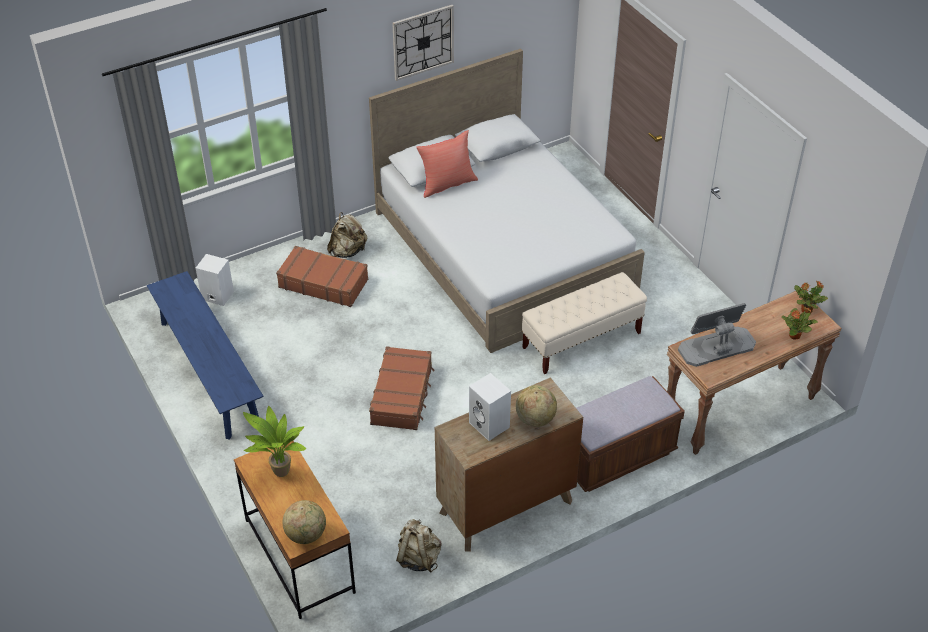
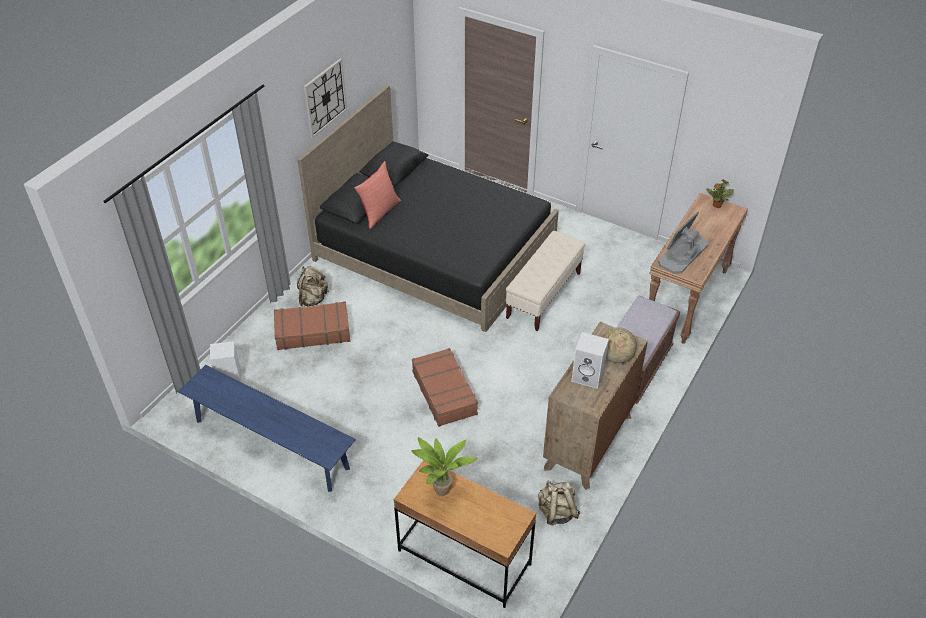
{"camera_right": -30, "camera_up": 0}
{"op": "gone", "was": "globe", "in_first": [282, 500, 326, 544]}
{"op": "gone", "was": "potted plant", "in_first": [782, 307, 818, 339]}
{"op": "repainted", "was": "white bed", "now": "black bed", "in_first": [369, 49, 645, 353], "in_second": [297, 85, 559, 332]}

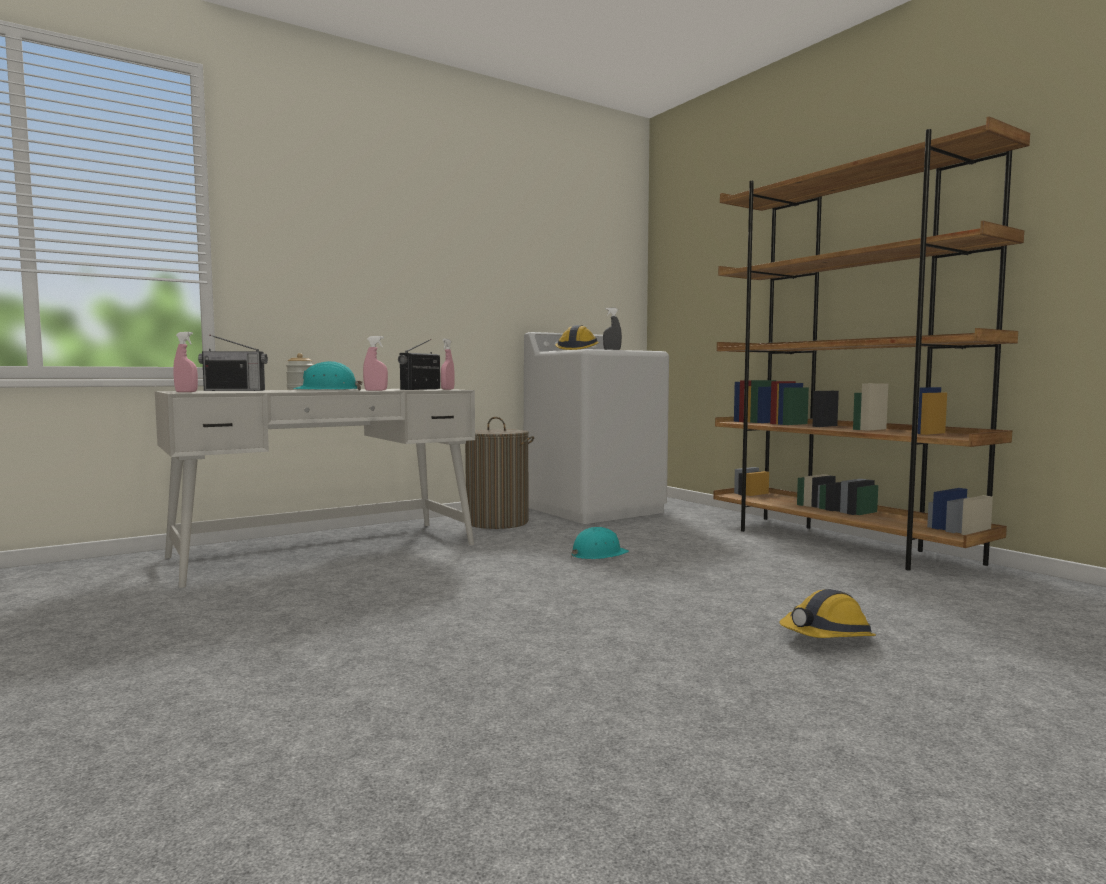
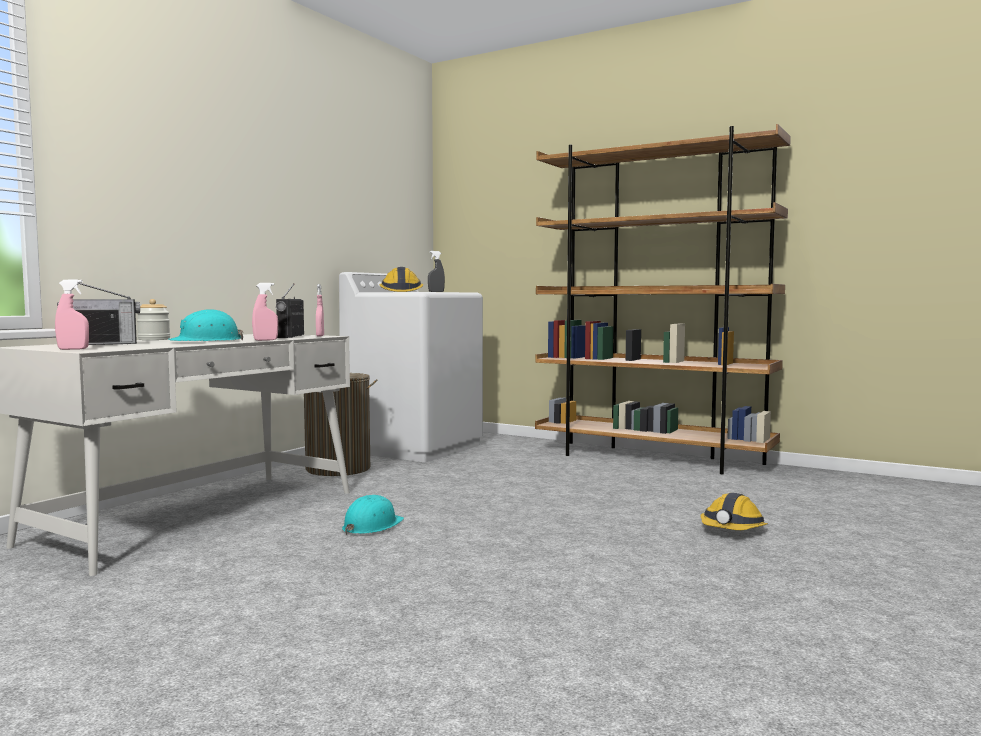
{"camera_right": -25, "camera_up": 0}
{"op": "shifted", "was": "turquoise hard hat", "in_first": [571, 527, 629, 559], "in_second": [342, 495, 404, 535]}

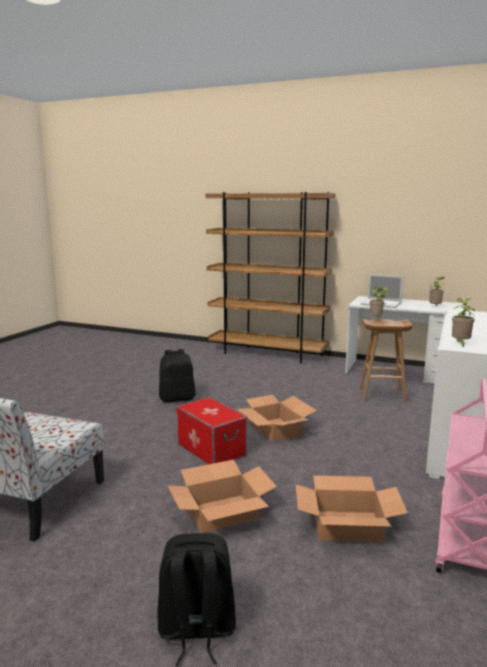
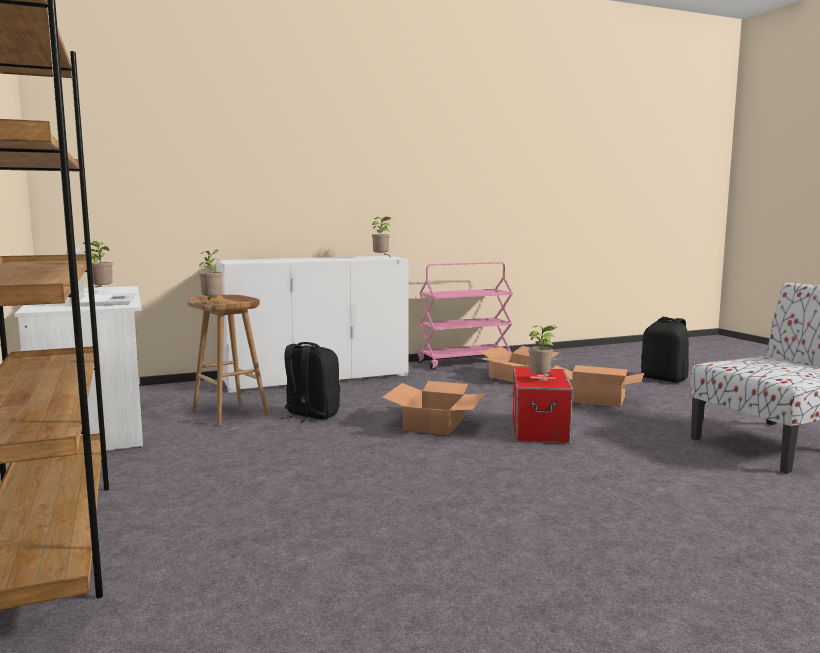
{"camera_right": -135, "camera_up": -5}
{"op": "new", "now": "potted plant", "in_second": [529, 325, 557, 377]}
{"op": "shifted", "was": "black backpack", "in_first": [159, 349, 196, 402], "in_second": [281, 342, 340, 423]}

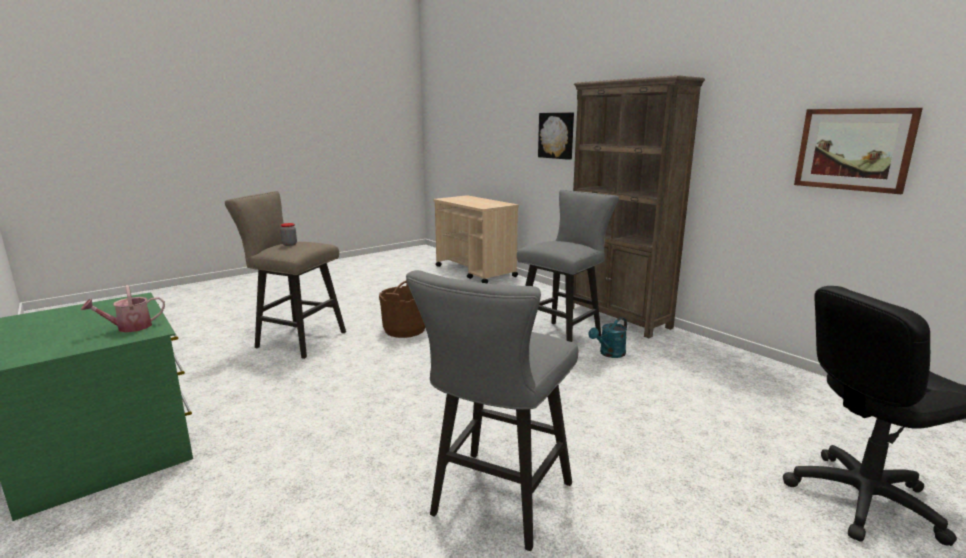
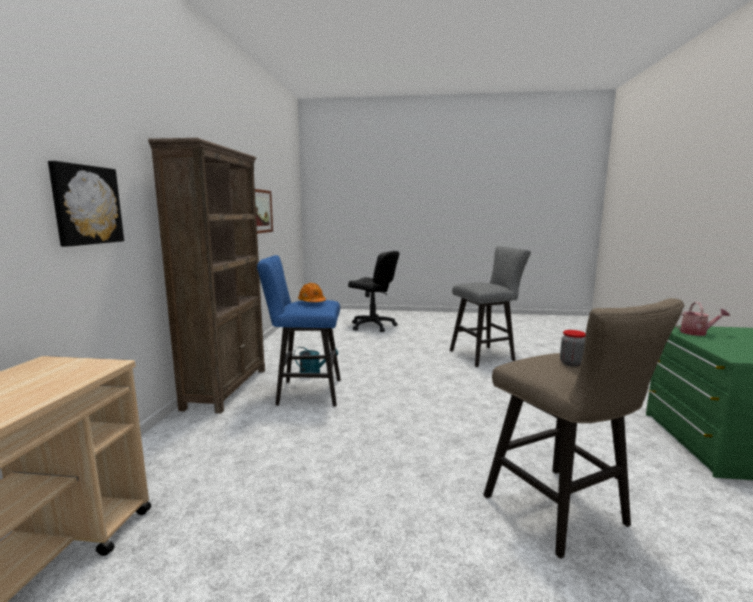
{"camera_right": -135, "camera_up": -5}
{"op": "gone", "was": "brown bucket", "in_first": [379, 281, 425, 338]}
{"op": "new", "now": "orange hard hat", "in_second": [298, 283, 326, 302]}
{"op": "repainted", "was": "grey stool", "now": "blue stool", "in_first": [517, 190, 619, 342], "in_second": [257, 255, 341, 407]}

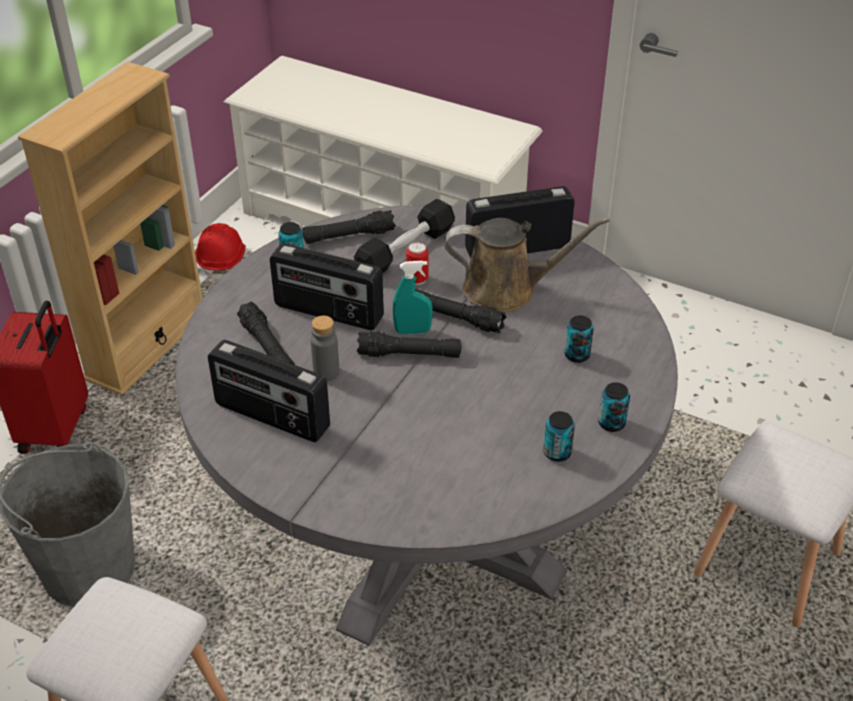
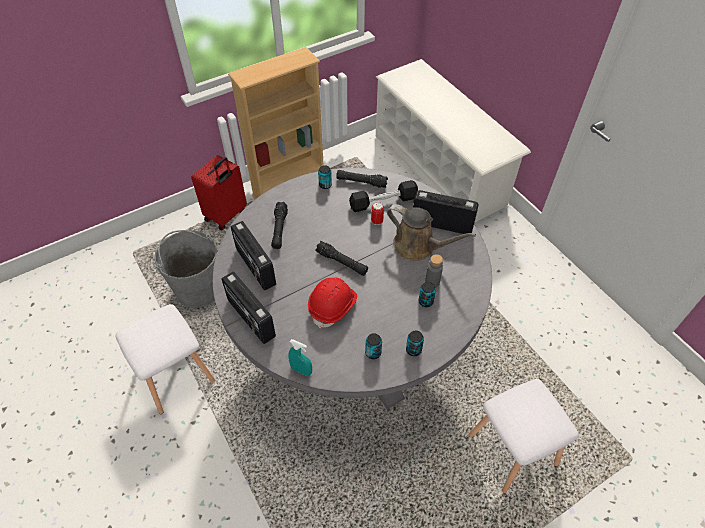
{"camera_right": 30, "camera_up": 10}
{"op": "gone", "was": "black flashlight", "in_first": [415, 289, 507, 333]}
{"op": "shifted", "was": "red hard hat", "in_first": [195, 223, 246, 280], "in_second": [308, 278, 357, 329]}
{"op": "shifted", "was": "radio", "in_first": [270, 243, 384, 330], "in_second": [221, 271, 276, 344]}
{"op": "shifted", "was": "grey bottle", "in_first": [311, 315, 340, 382], "in_second": [425, 254, 443, 288]}
{"op": "shifted", "was": "turquoise spray bottle", "in_first": [393, 261, 433, 334], "in_second": [288, 339, 312, 376]}

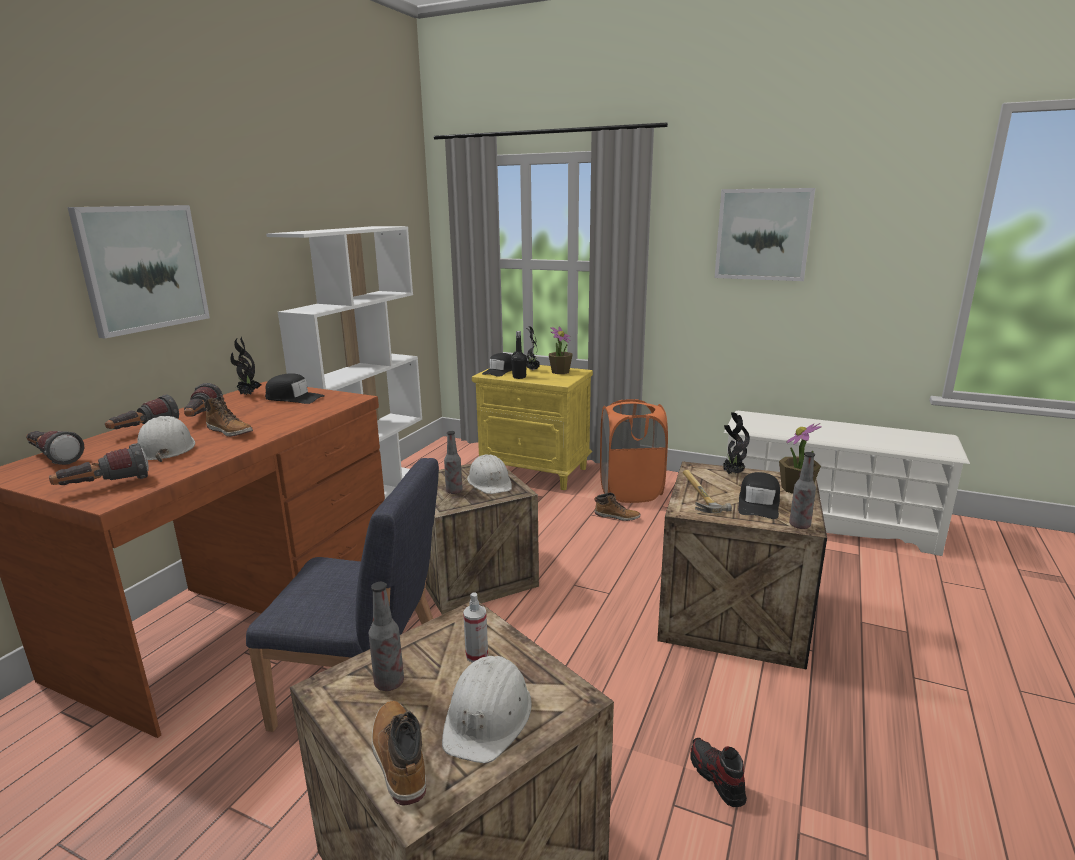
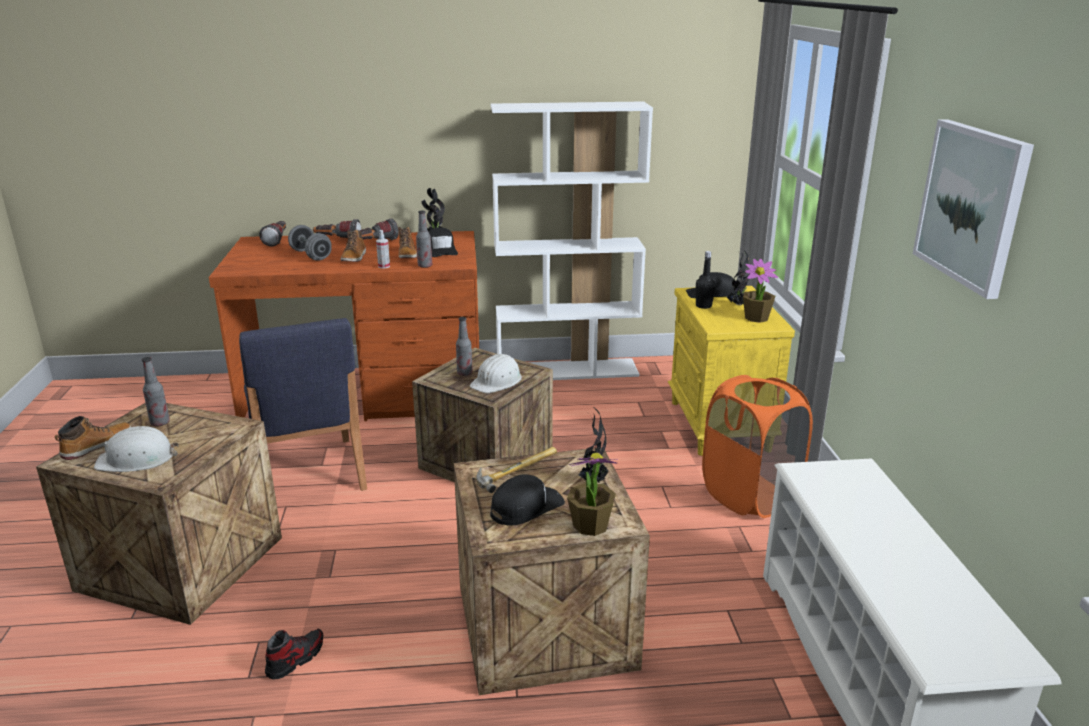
{"camera_right": 60, "camera_up": 5}
{"op": "gone", "was": "flashlight", "in_first": [49, 443, 149, 485]}
{"op": "gone", "was": "picture", "in_first": [68, 205, 210, 338]}
{"op": "shifted", "was": "spray bottle", "in_first": [463, 592, 488, 663], "in_second": [376, 230, 390, 269]}
{"op": "shifted", "was": "boot", "in_first": [595, 493, 641, 521], "in_second": [398, 227, 417, 258]}
{"op": "shifted", "was": "bottle", "in_first": [789, 452, 816, 529], "in_second": [416, 210, 432, 268]}
{"op": "swapped", "was": "white hard hat", "now": "grey dumbbell", "in_first": [137, 416, 195, 462], "in_second": [288, 225, 332, 261]}
{"op": "rotated", "was": "black cap", "in_first": [738, 472, 780, 519], "in_second": [490, 474, 565, 526], "clockwise": 150}

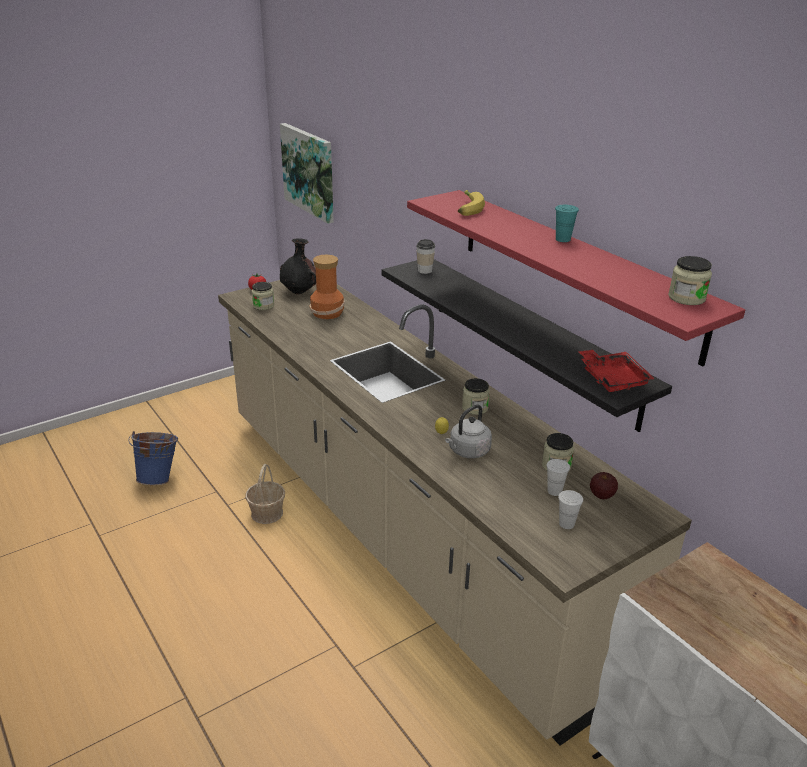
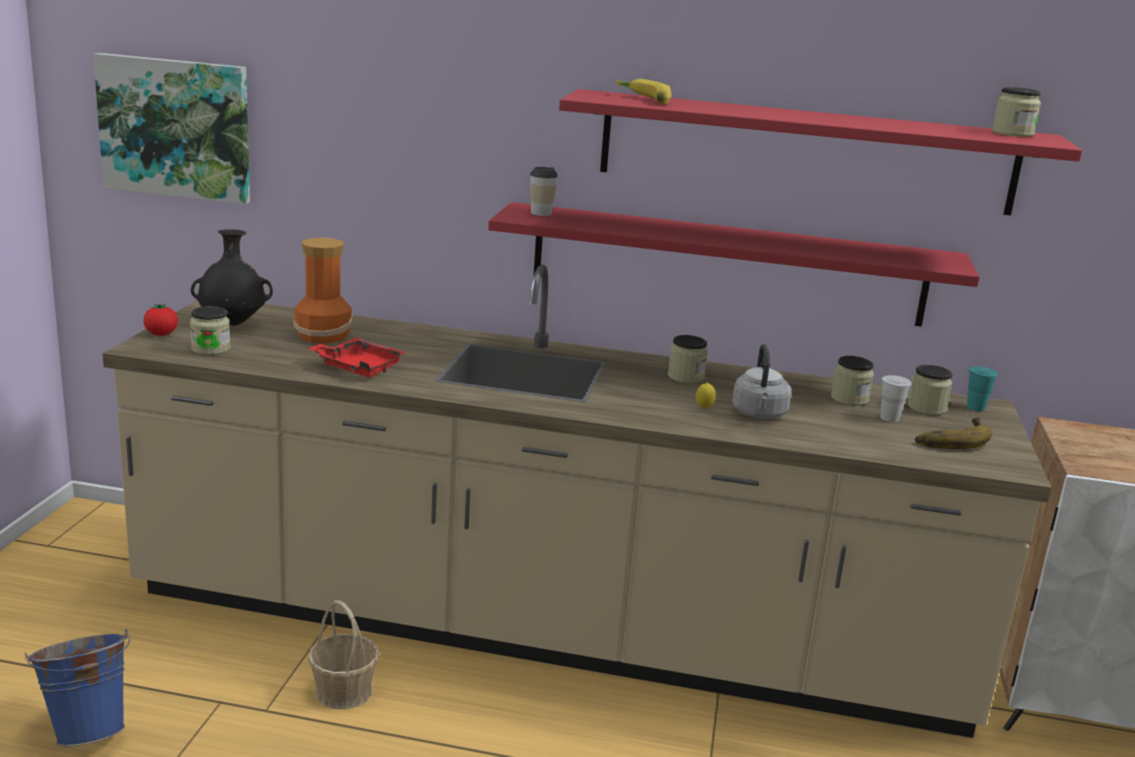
{"camera_right": -45, "camera_up": -10}
{"op": "shifted", "was": "turquoise cup", "in_first": [555, 205, 579, 242], "in_second": [967, 366, 998, 411]}
{"op": "shifted", "was": "red tray", "in_first": [578, 350, 655, 392], "in_second": [307, 338, 406, 377]}
{"op": "swapped", "was": "white cup", "now": "banana", "in_first": [558, 490, 583, 529], "in_second": [915, 418, 992, 449]}
{"op": "swapped", "was": "apple", "now": "jar", "in_first": [590, 472, 618, 499], "in_second": [908, 365, 952, 415]}
{"op": "repainted", "was": "black shelf", "now": "red shelf", "in_first": [382, 259, 672, 432], "in_second": [488, 202, 980, 327]}

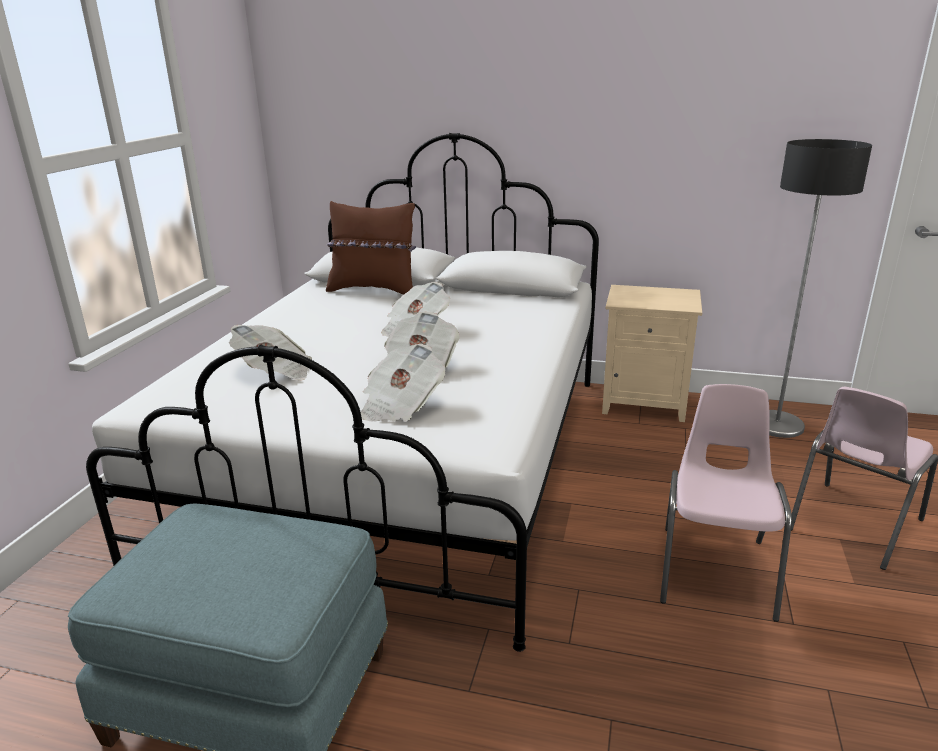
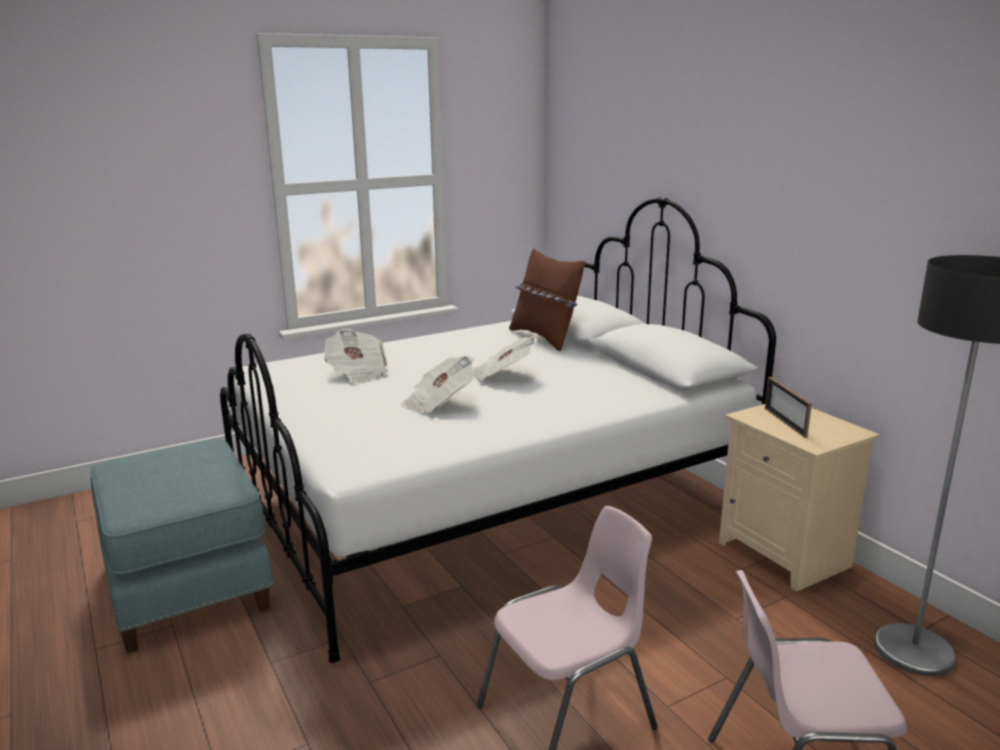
{"camera_right": 45, "camera_up": -5}
{"op": "gone", "was": "newspaper", "in_first": [361, 344, 445, 421]}
{"op": "new", "now": "picture frame", "in_second": [765, 377, 812, 438]}

